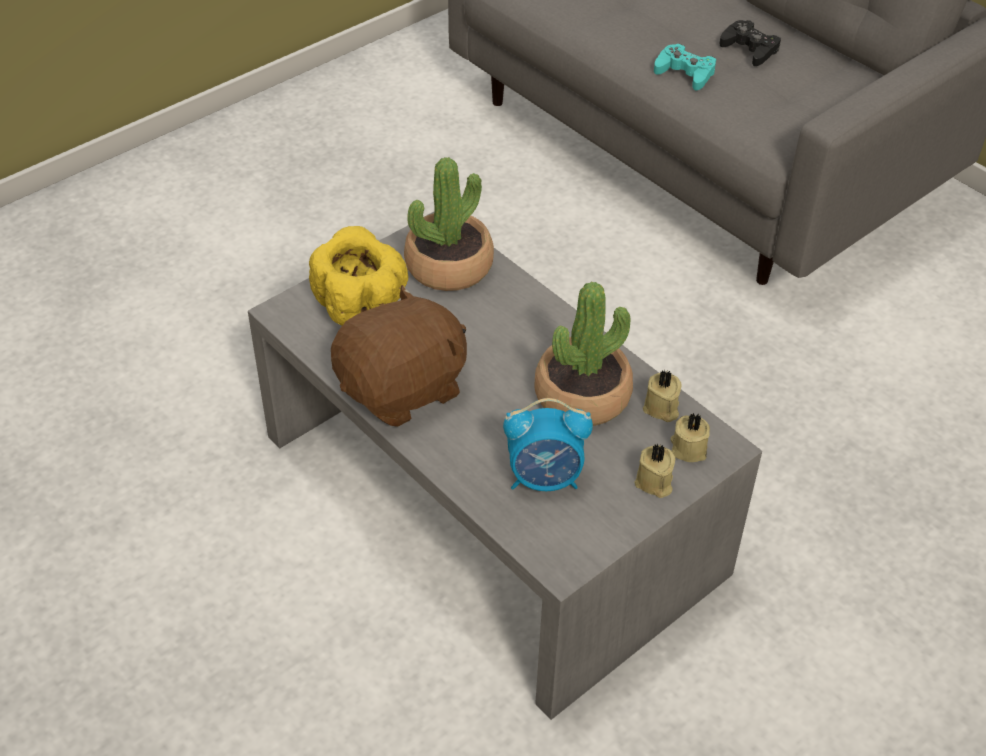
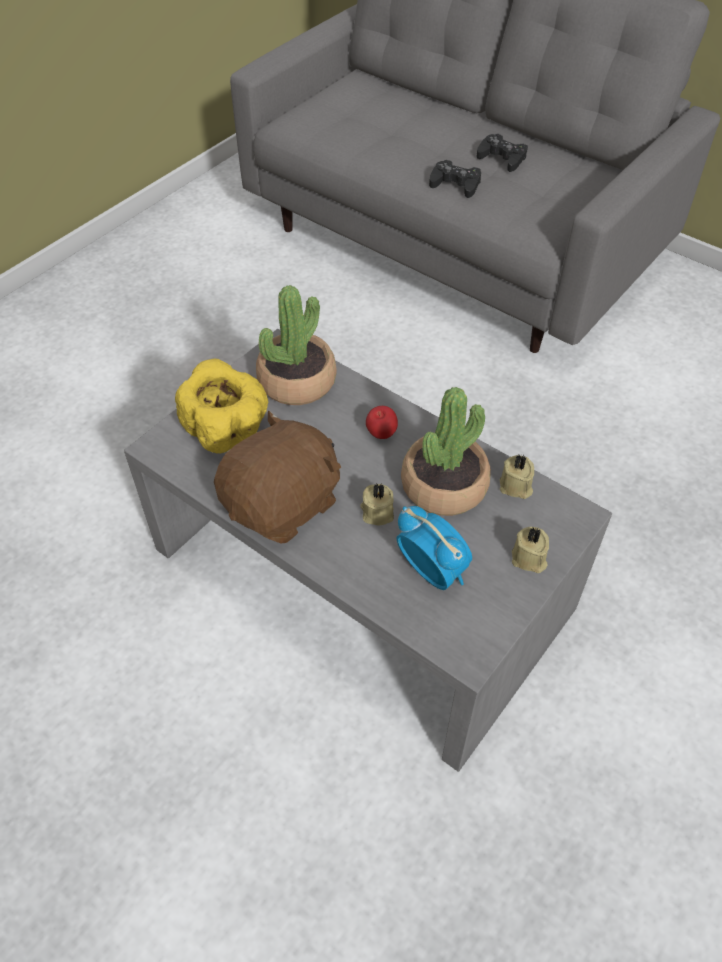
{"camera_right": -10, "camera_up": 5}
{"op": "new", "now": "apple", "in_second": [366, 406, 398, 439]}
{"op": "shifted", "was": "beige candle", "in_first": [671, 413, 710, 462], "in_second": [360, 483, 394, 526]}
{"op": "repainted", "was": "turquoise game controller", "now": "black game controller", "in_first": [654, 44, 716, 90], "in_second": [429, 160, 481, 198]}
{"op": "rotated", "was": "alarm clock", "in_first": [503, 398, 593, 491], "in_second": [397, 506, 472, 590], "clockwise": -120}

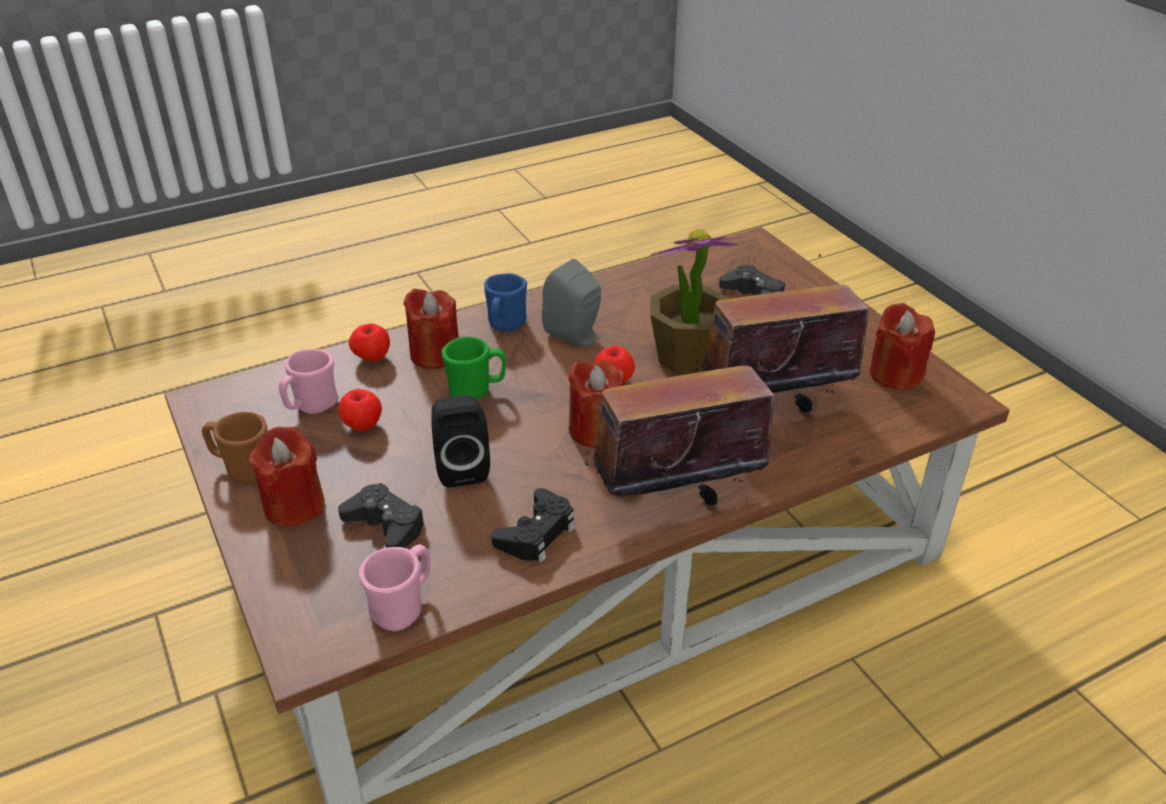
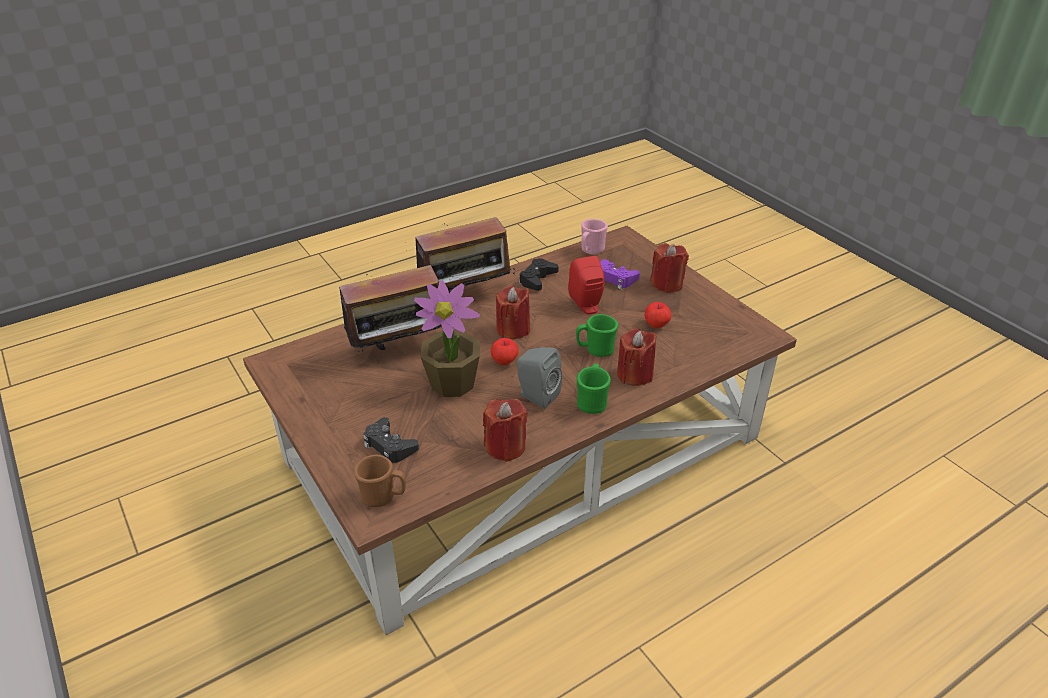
{"camera_right": 175, "camera_up": 0}
{"op": "gone", "was": "pink mug", "in_first": [279, 349, 338, 414]}
{"op": "gone", "was": "apple", "in_first": [349, 323, 390, 362]}
{"op": "shifted", "was": "brown mug", "in_first": [202, 412, 267, 483], "in_second": [354, 455, 406, 507]}
{"op": "shifted", "was": "red candle", "in_first": [870, 303, 935, 390], "in_second": [483, 399, 528, 462]}
{"op": "repainted", "was": "black game controller", "now": "purple game controller", "in_first": [338, 483, 425, 548], "in_second": [600, 259, 640, 290]}
{"op": "repainted", "was": "black speaker", "now": "red speaker", "in_first": [431, 395, 490, 487], "in_second": [568, 256, 605, 314]}
{"op": "repainted", "was": "blue mug", "now": "green mug", "in_first": [484, 273, 527, 332], "in_second": [577, 364, 611, 414]}

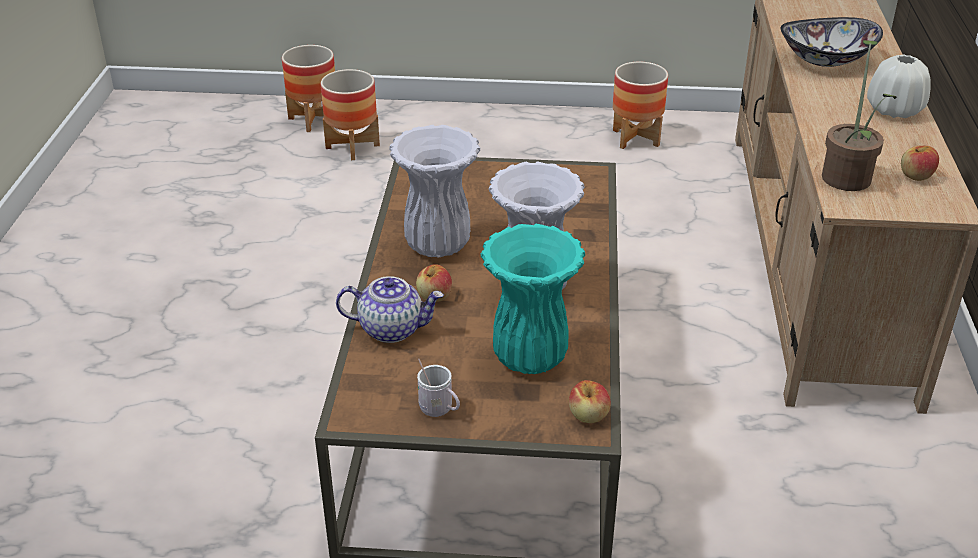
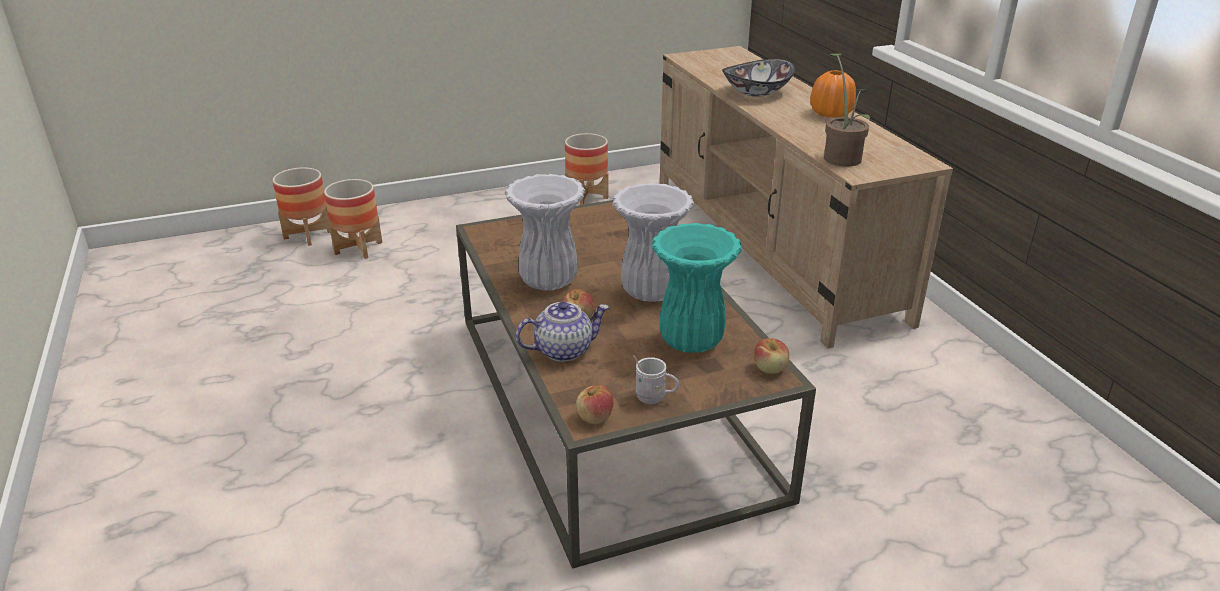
{"camera_right": -25, "camera_up": -5}
{"op": "shifted", "was": "apple", "in_first": [901, 146, 939, 181], "in_second": [576, 385, 614, 424]}
{"op": "repainted", "was": "white vase", "now": "orange vase", "in_first": [867, 55, 931, 118], "in_second": [810, 70, 856, 118]}

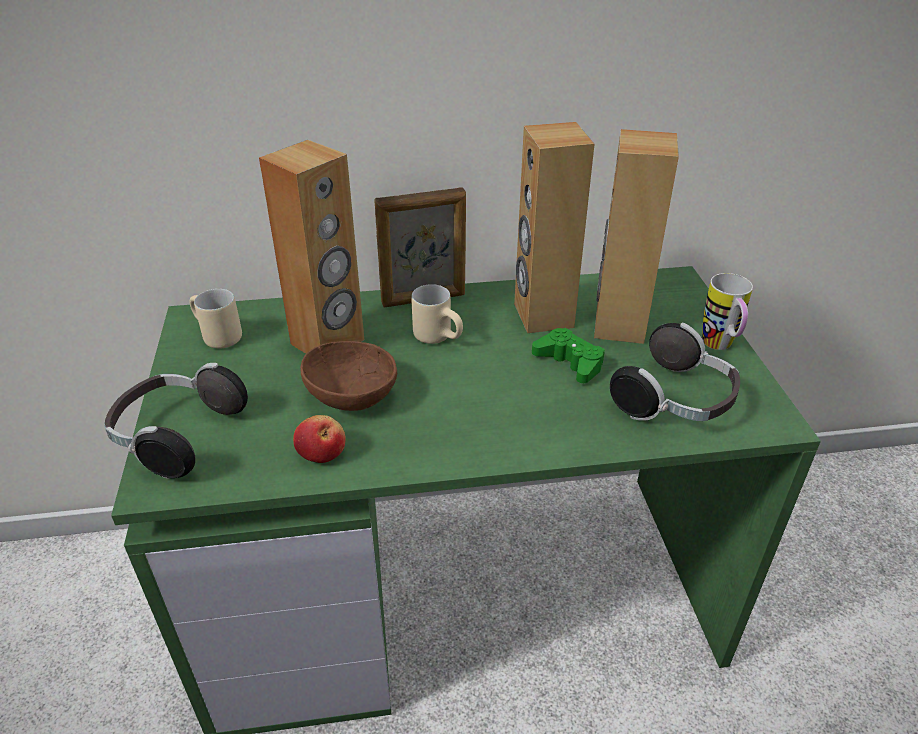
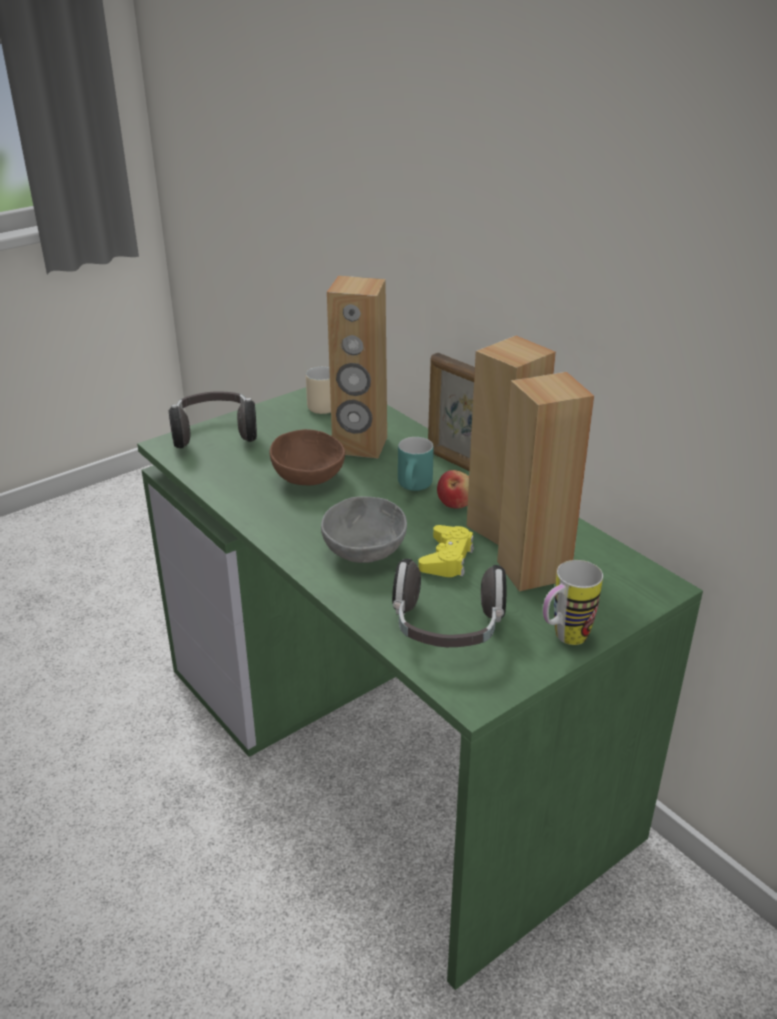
{"camera_right": 60, "camera_up": -5}
{"op": "new", "now": "grey bowl", "in_second": [321, 496, 407, 563]}
{"op": "shifted", "was": "apple", "in_first": [293, 415, 346, 463], "in_second": [437, 470, 469, 509]}
{"op": "repainted", "was": "beige mug", "now": "turquoise mug", "in_first": [411, 284, 463, 344], "in_second": [398, 437, 434, 491]}
{"op": "repainted", "was": "green game controller", "now": "yellow game controller", "in_first": [532, 328, 605, 383], "in_second": [418, 525, 474, 577]}

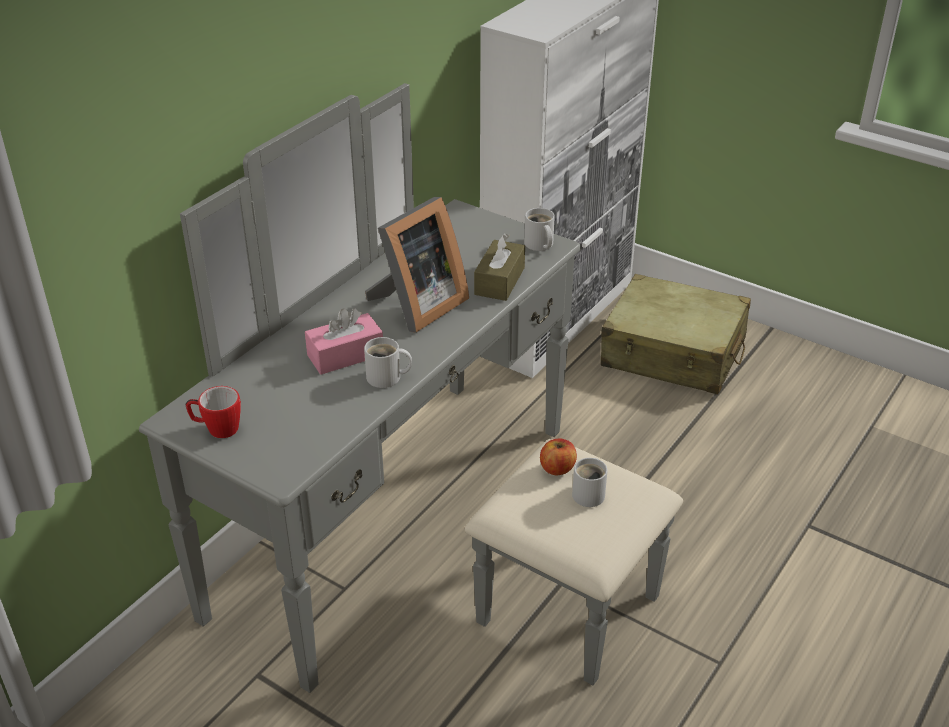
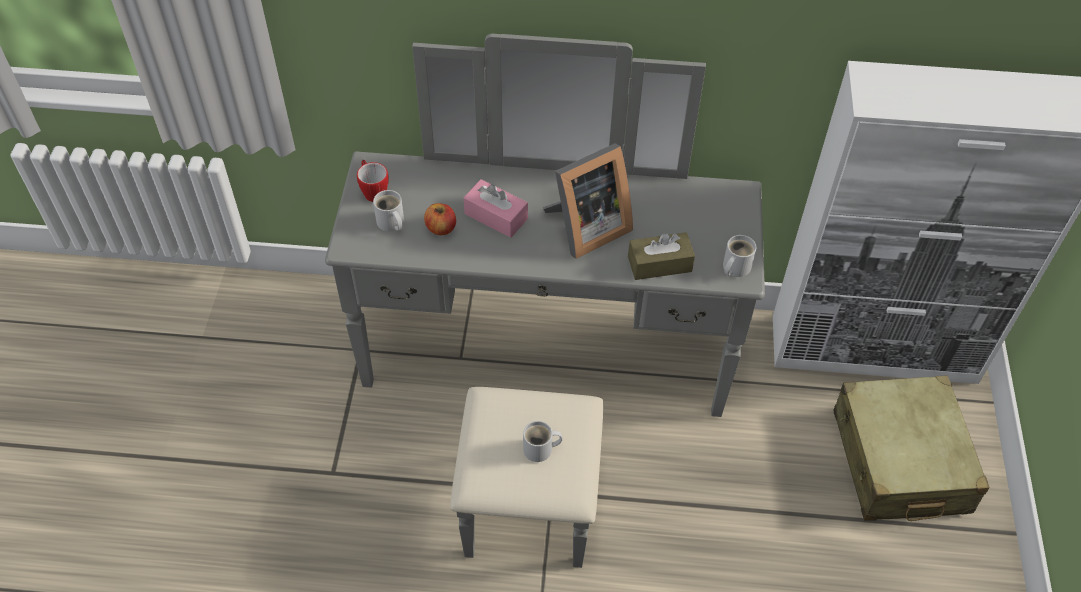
{"camera_right": 60, "camera_up": 15}
{"op": "shifted", "was": "white mug", "in_first": [364, 337, 412, 388], "in_second": [373, 190, 404, 231]}
{"op": "shifted", "was": "apple", "in_first": [540, 439, 577, 475], "in_second": [424, 203, 456, 235]}
{"op": "rotated", "was": "picture frame", "in_first": [365, 197, 469, 333], "in_second": [543, 143, 633, 259], "clockwise": -45}

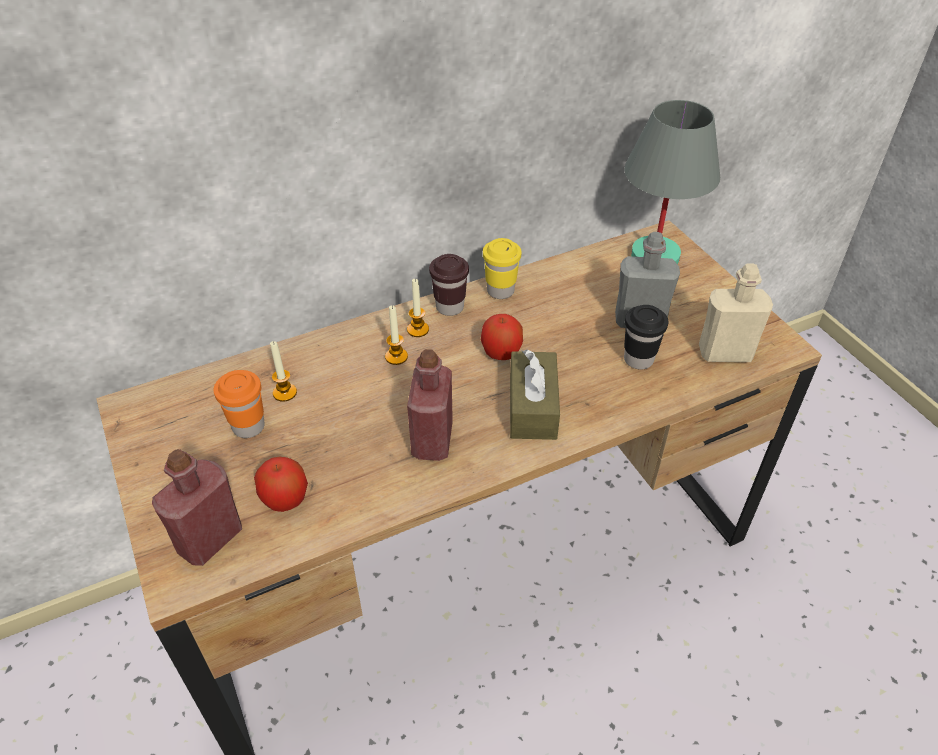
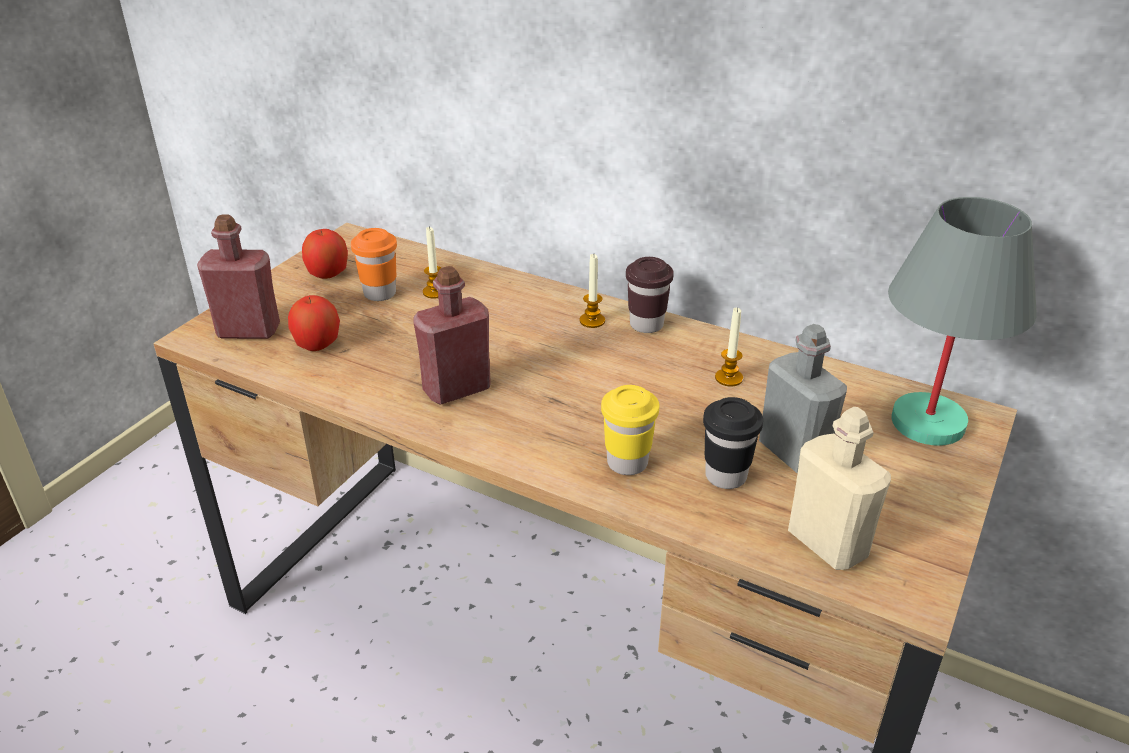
{"camera_right": 55, "camera_up": -10}
{"op": "gone", "was": "brown tissue box", "in_first": [510, 349, 560, 440]}
{"op": "shifted", "was": "candle", "in_first": [385, 305, 408, 365], "in_second": [715, 307, 743, 386]}
{"op": "shifted", "was": "apple", "in_first": [481, 314, 523, 360], "in_second": [302, 229, 348, 279]}
{"op": "shifted", "was": "yellow cup", "in_first": [483, 238, 522, 299], "in_second": [601, 385, 659, 475]}

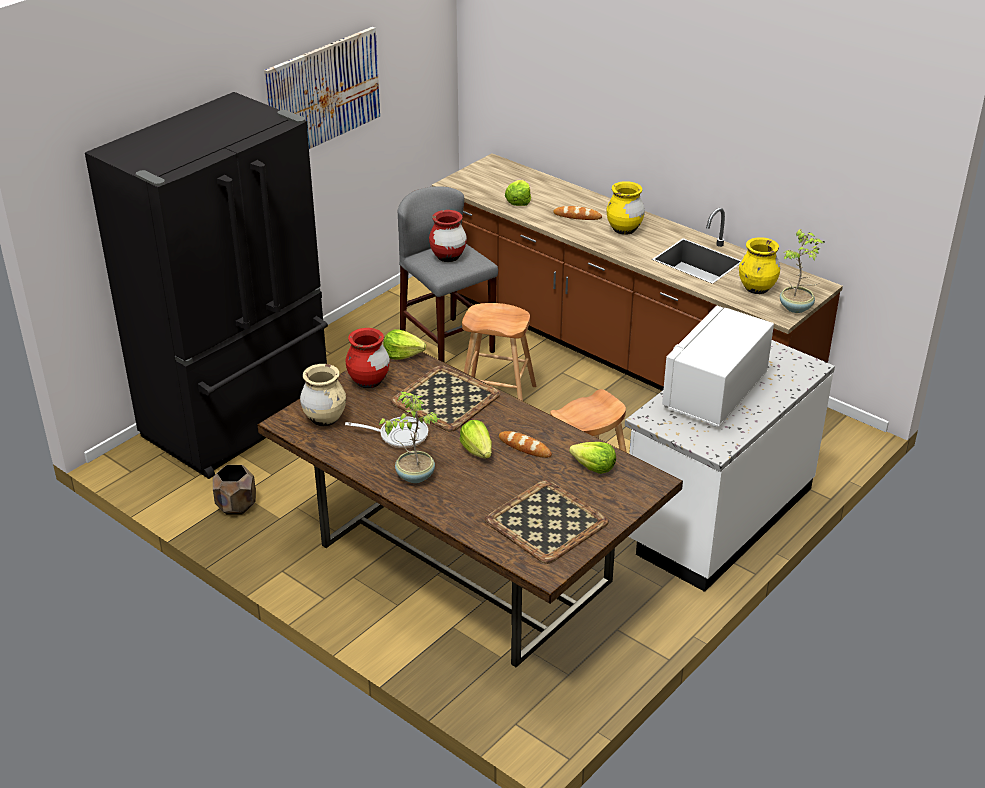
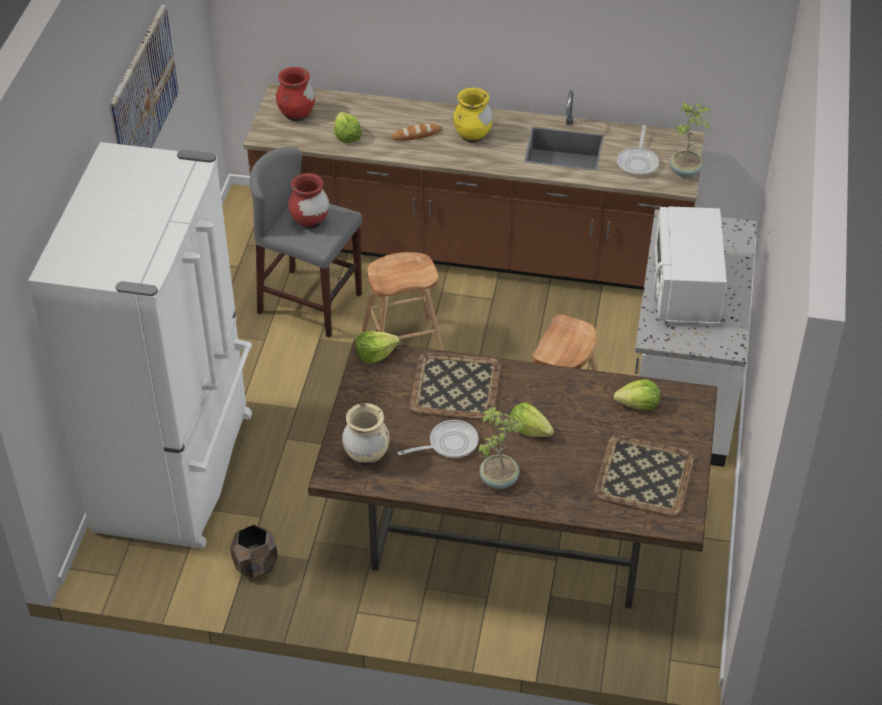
{"camera_right": -30, "camera_up": 10}
{"op": "gone", "was": "bread", "in_first": [499, 431, 552, 458]}
{"op": "shifted", "was": "red vase", "in_first": [345, 328, 390, 388], "in_second": [276, 67, 315, 121]}
{"op": "swapped", "was": "yellow vase", "now": "frying pan", "in_first": [739, 237, 780, 294], "in_second": [617, 125, 659, 176]}
{"op": "repainted", "was": "black fridge", "now": "white fridge", "in_first": [85, 92, 328, 479], "in_second": [28, 142, 252, 549]}

